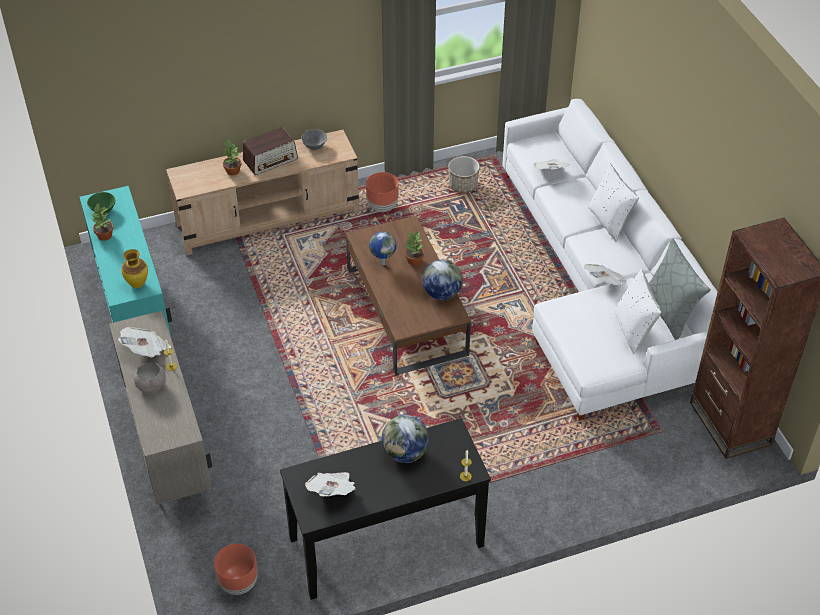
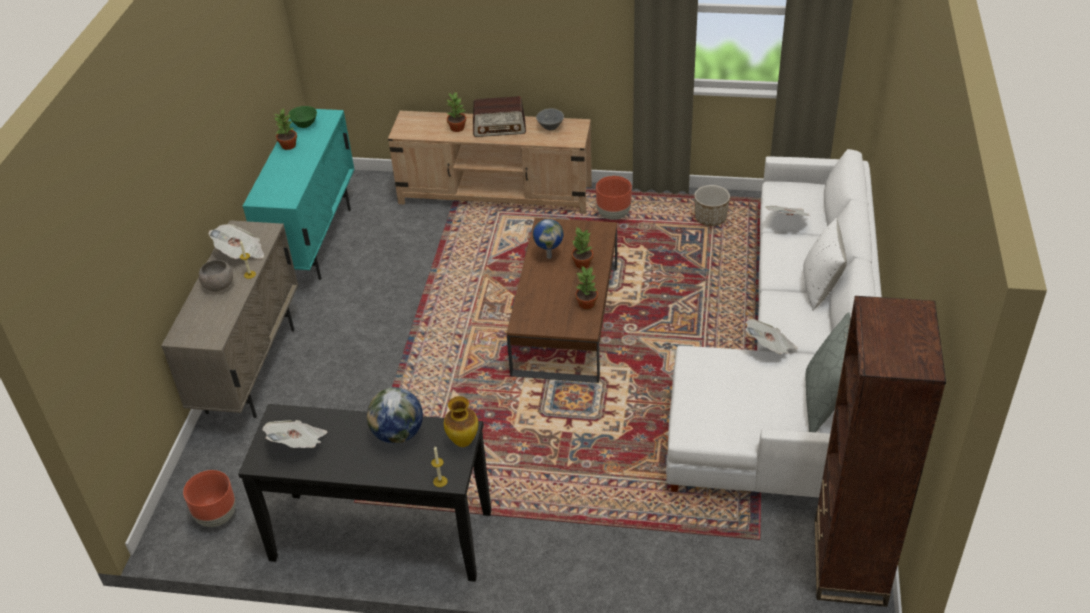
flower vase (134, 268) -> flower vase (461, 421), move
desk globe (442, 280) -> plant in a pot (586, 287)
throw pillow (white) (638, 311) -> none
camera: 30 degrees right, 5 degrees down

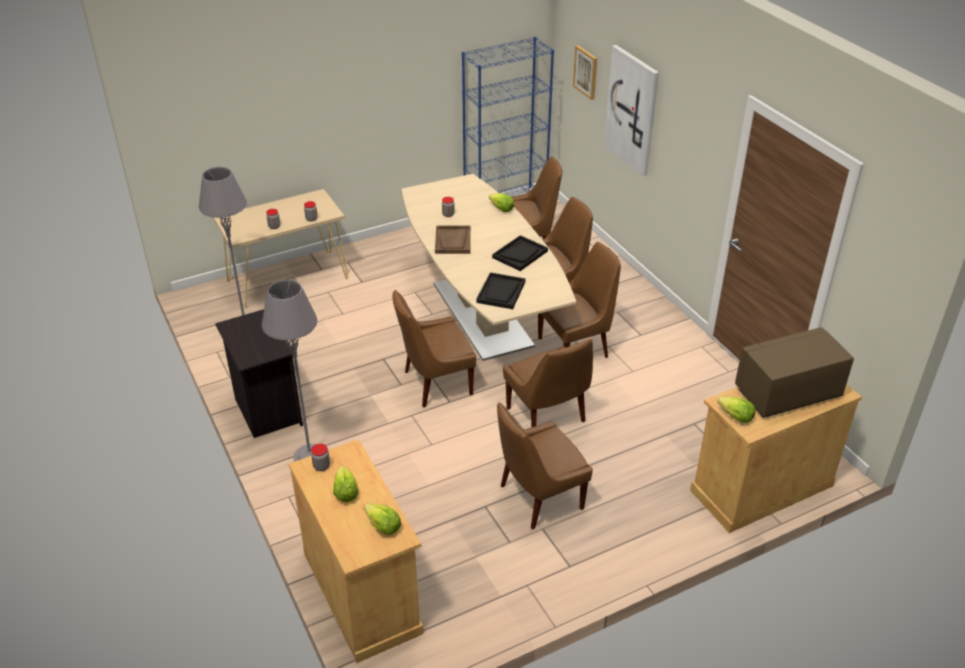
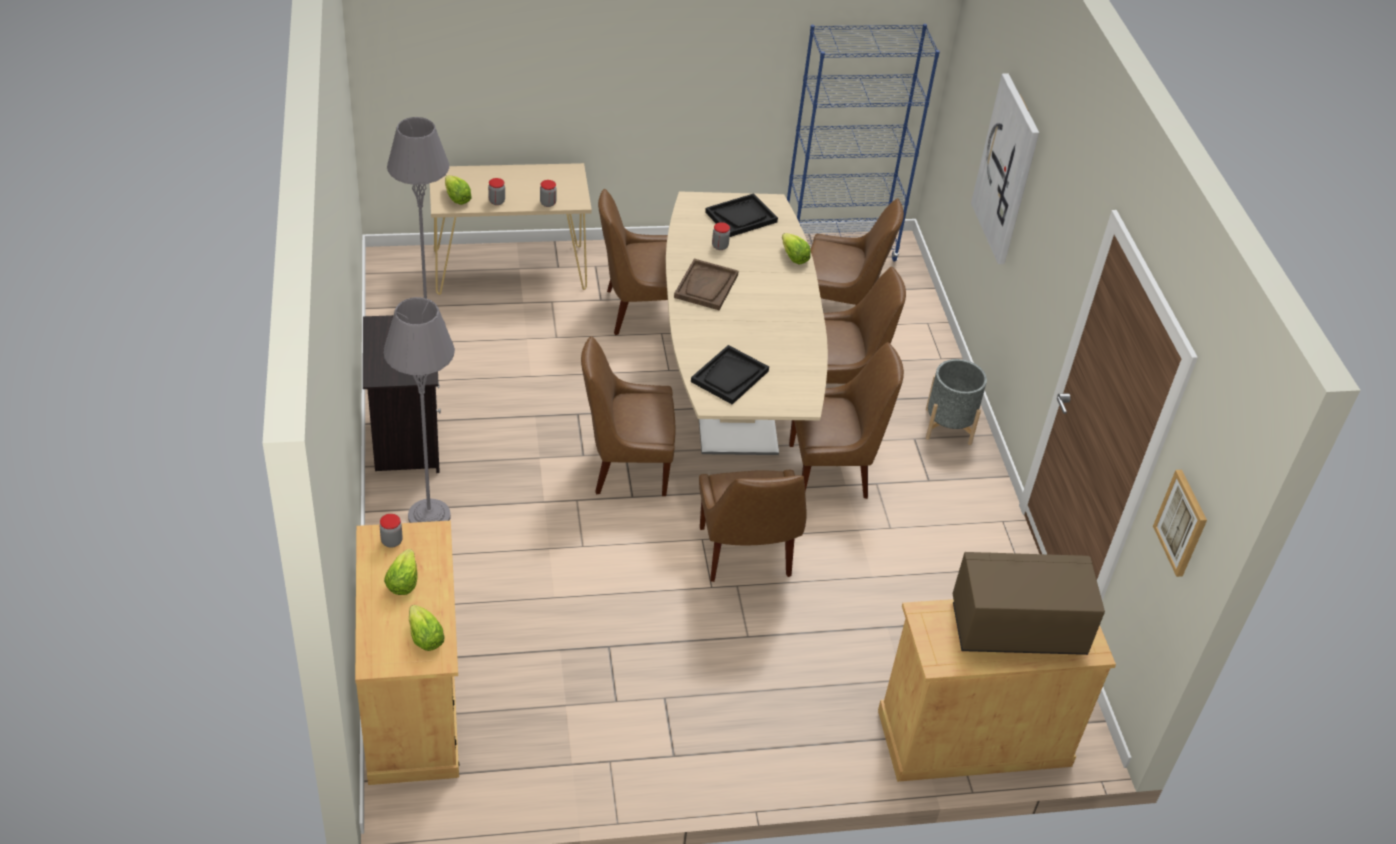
wall art (585, 72) -> wall art (1180, 523), move
serving tray (black) (520, 253) -> serving tray (black) (741, 215), move
head of lettuce (736, 410) -> head of lettuce (458, 190), move
plain chair (brownish) (545, 466) -> plain chair (brownish) (633, 262), move
none -> plant pot (grey) (956, 402)
camera: 15 degrees right, 5 degrees up

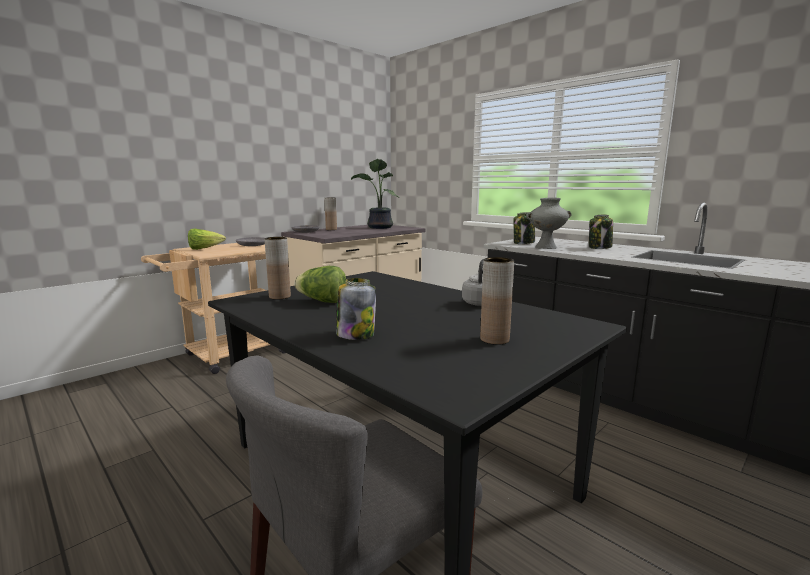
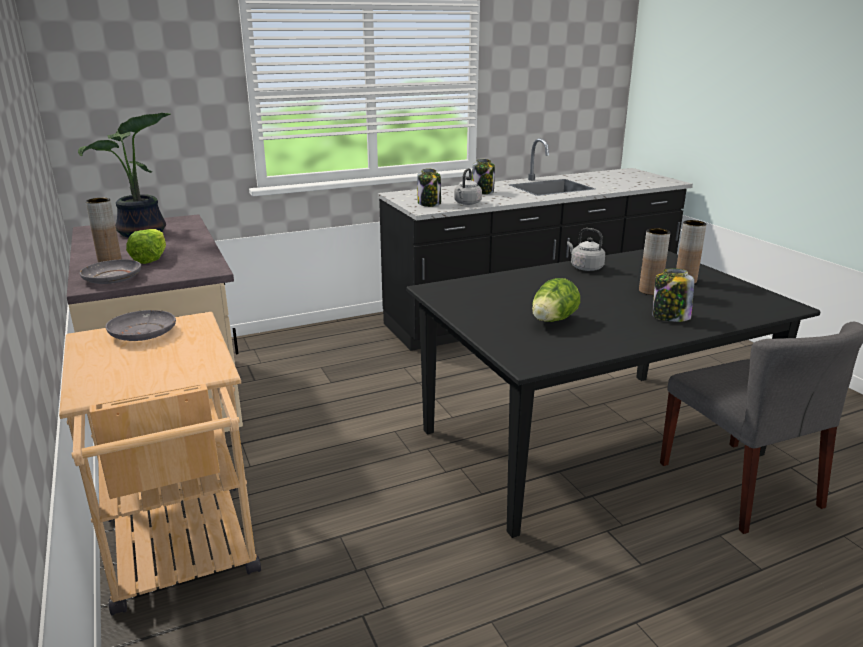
flower vase (grey) (548, 223) -> kettle (grey) (468, 186)
head of lettuce (207, 239) -> head of lettuce (146, 246), move
flower vase (brownish) (278, 268) -> flower vase (brownish) (654, 261), move
camera: 70 degrees left, 10 degrees up

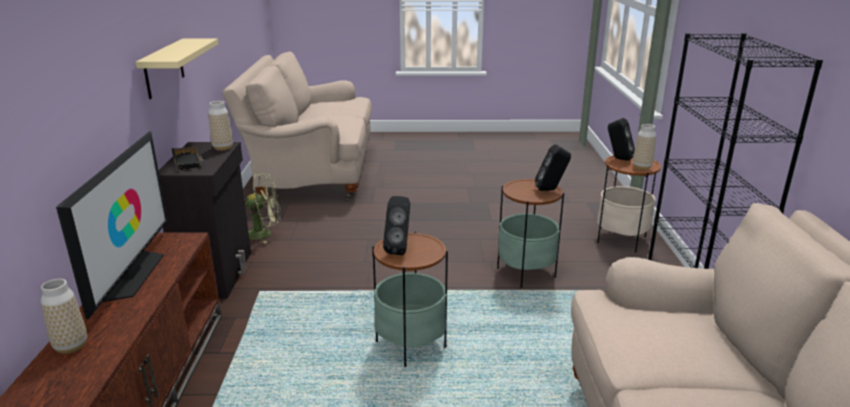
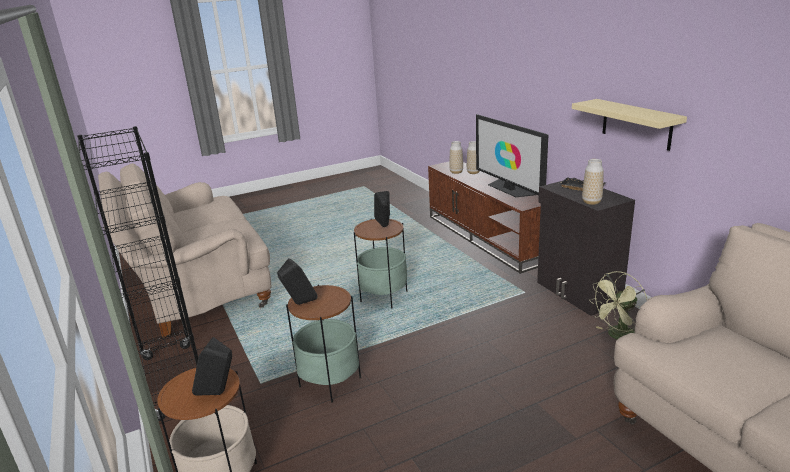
flower vase (644, 147) -> flower vase (456, 157), move
camera: 155 degrees right, 0 degrees up

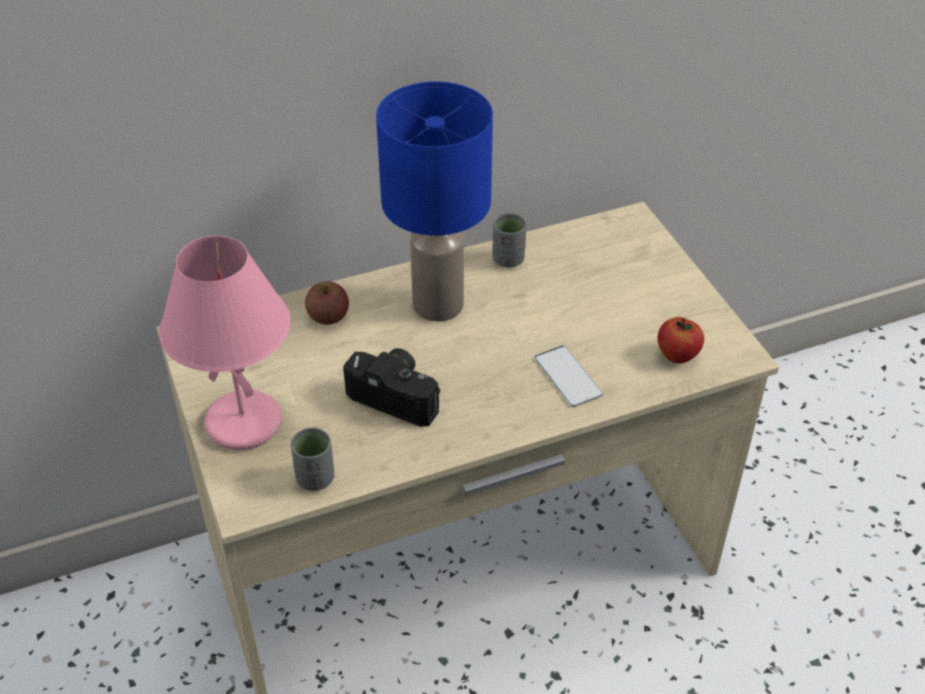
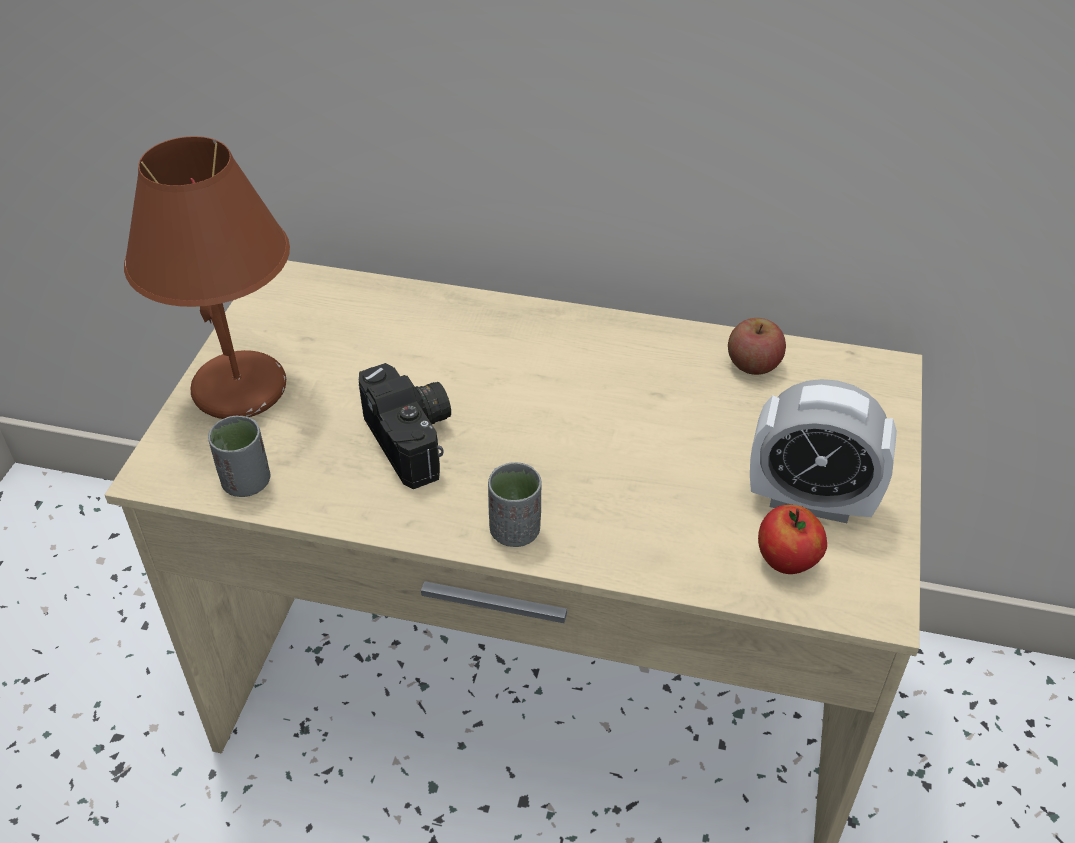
tabletop lamp (blue-coloured) (434, 201) -> none
cup (grey) (509, 240) -> cup (grey) (515, 504), move
tabletop lamp (pink) (224, 343) -> tabletop lamp (brownish) (207, 277)
apple (327, 303) -> apple (757, 346), move
handset (569, 376) -> none
none -> bedside clock (823, 451)
camera: 35 degrees right, 0 degrees up

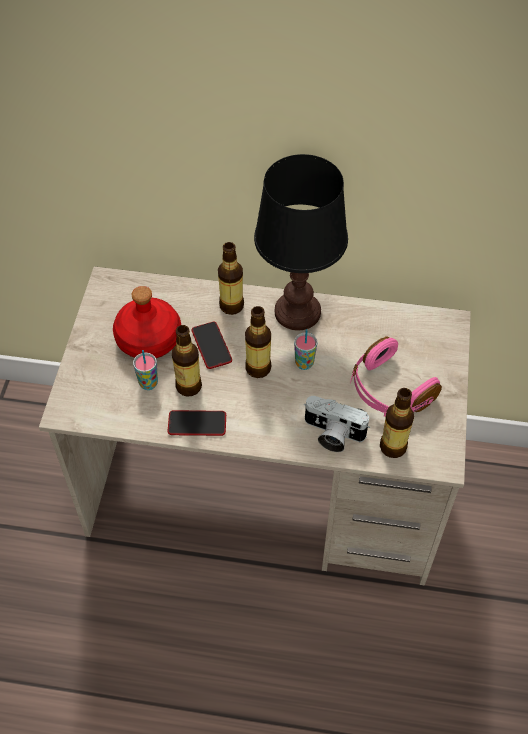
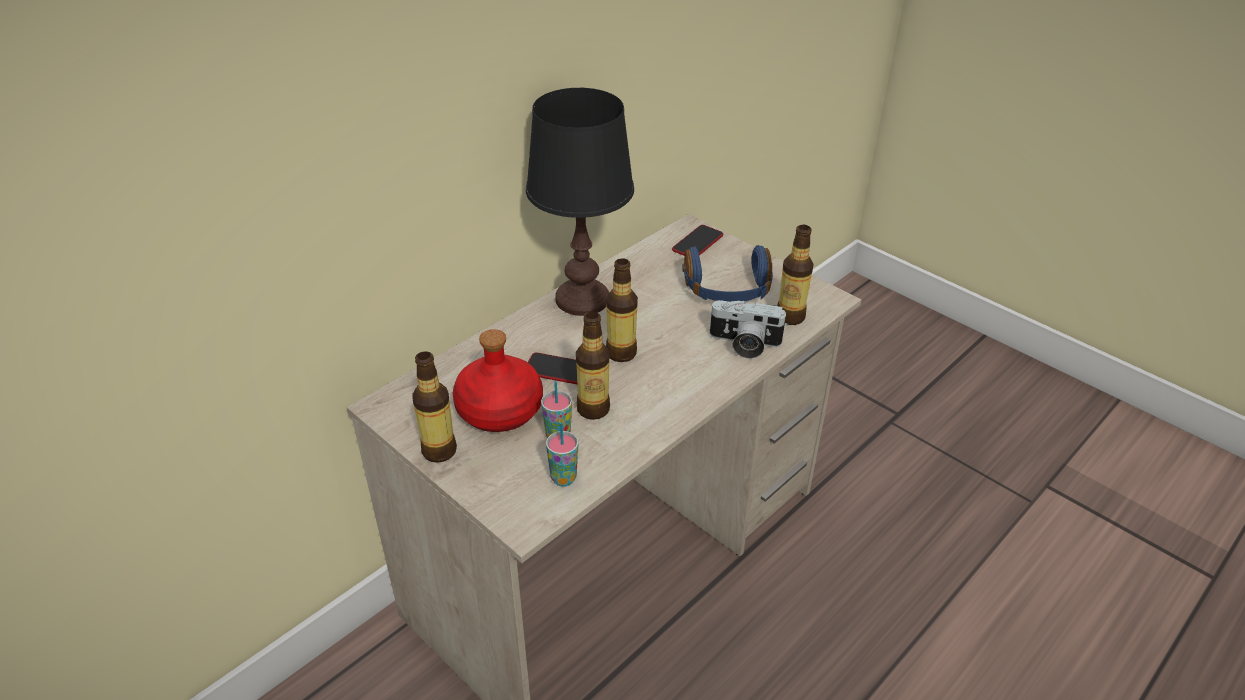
beverage bottle (231, 278) -> beverage bottle (434, 407), move
cup (305, 349) -> cup (562, 454), move
headset (pink) (396, 376) -> headset (blue-coloured) (727, 273)
photo camera (337, 424) -> photo camera (748, 329), 45 degrees clockwise
handset (197, 423) -> handset (697, 240), move
camera: 55 degrees left, 15 degrees down

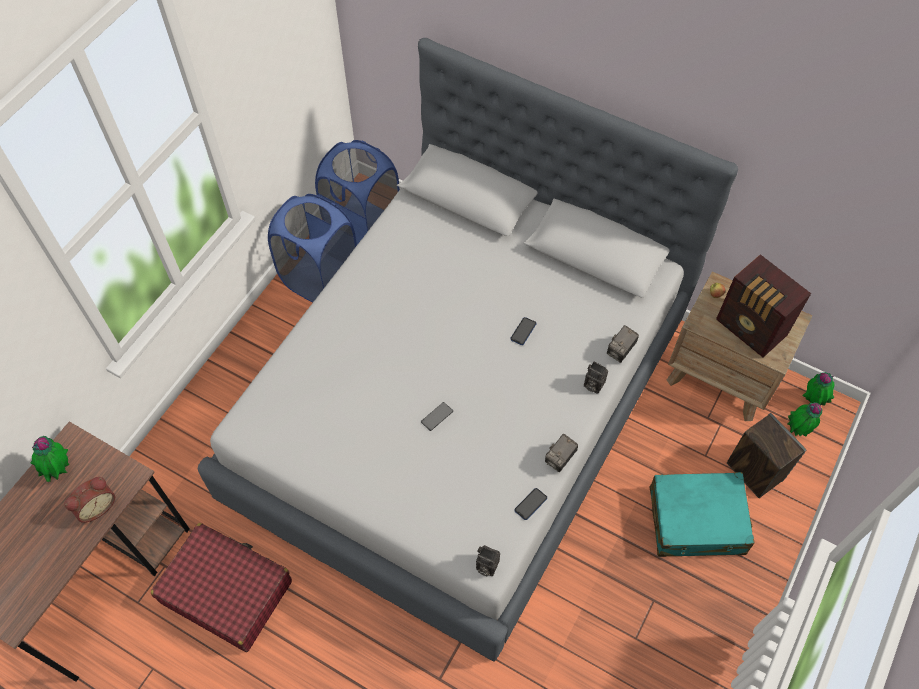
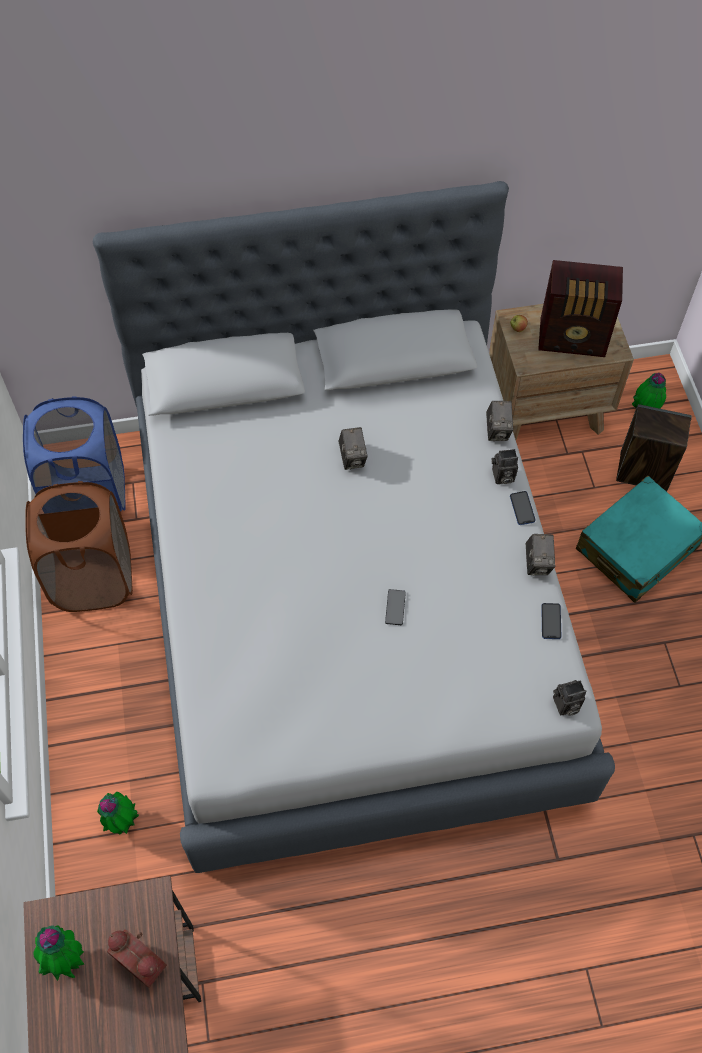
washing basket (blue-coloured) (312, 248) -> washing basket (brownish) (79, 546)
handset (523, 331) -> handset (523, 508), move
plant in a pot (818, 389) -> plant in a pot (118, 813), move
bedside clock (89, 500) -> bedside clock (137, 958), 120 degrees clockwise
suitcase (reddish) (221, 587) -> none
none -> photo camera (353, 448)
camera: 40 degrees left, 0 degrees up

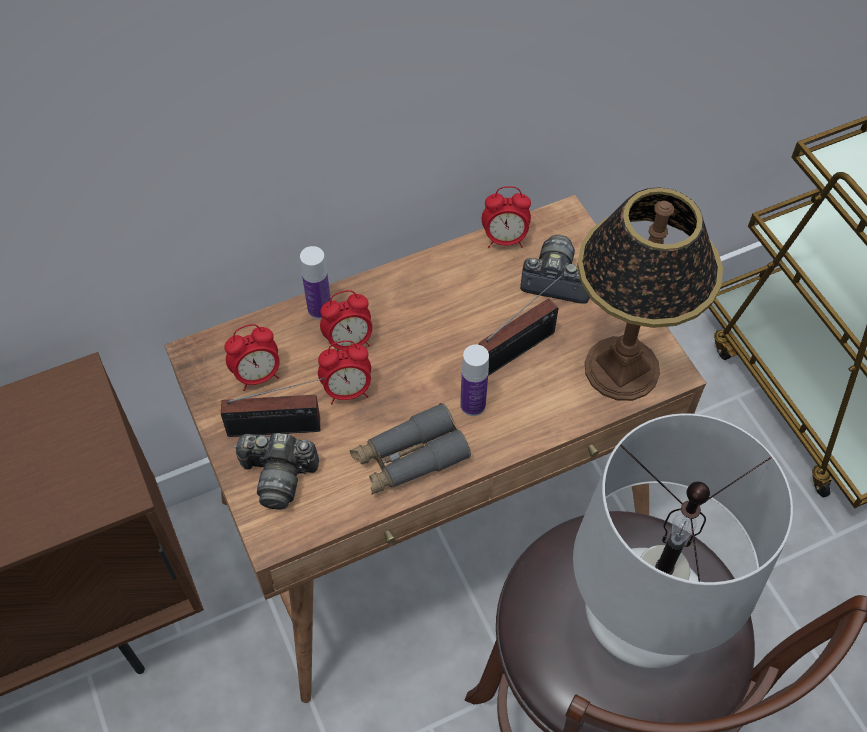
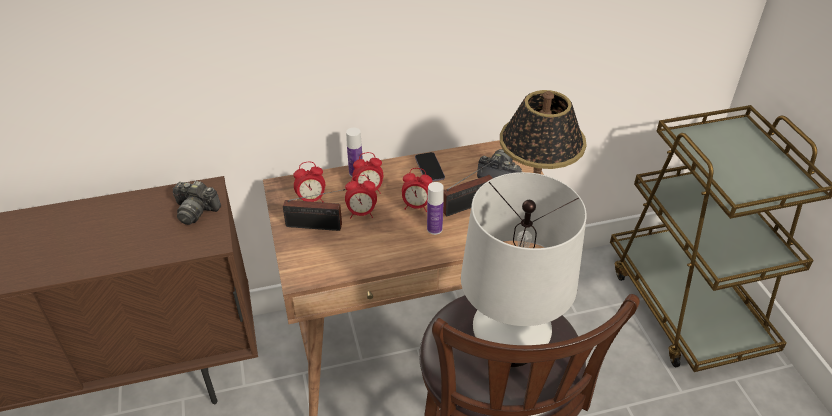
bedside clock (506, 217) -> bedside clock (417, 190), move
pair of binoculars (grey) (410, 448) -> none
photo camera (276, 471) -> photo camera (196, 203), move
none -> handset (430, 167)
camera: 10 degrees right, 15 degrees down

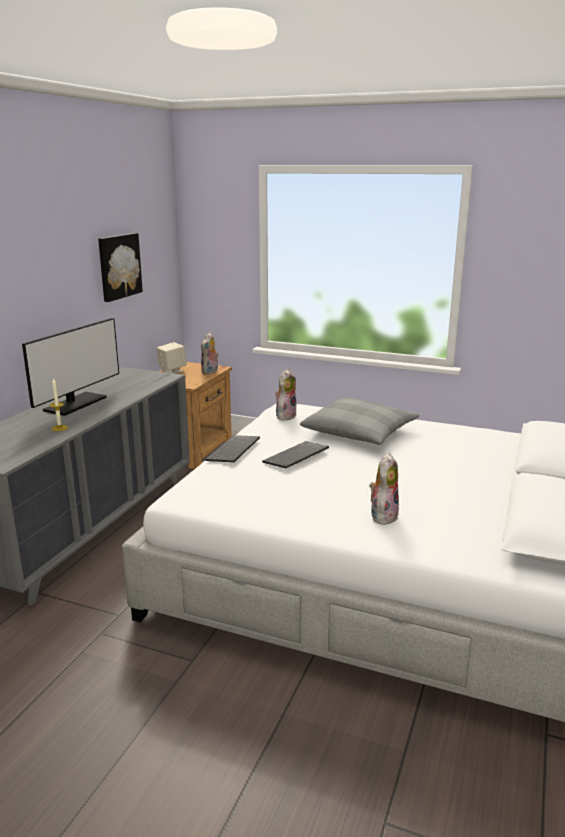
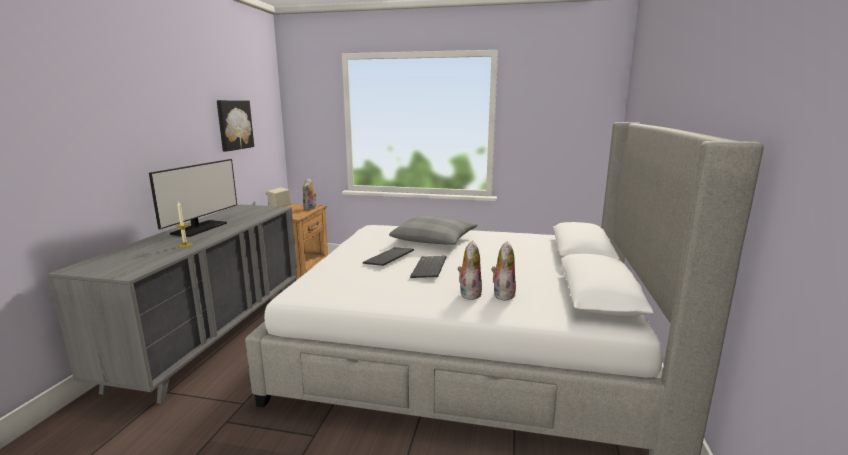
soft toy (285, 395) -> soft toy (503, 271), move
computer keyboard (232, 449) -> computer keyboard (428, 267), move
camera: 10 degrees left, 5 degrees down

